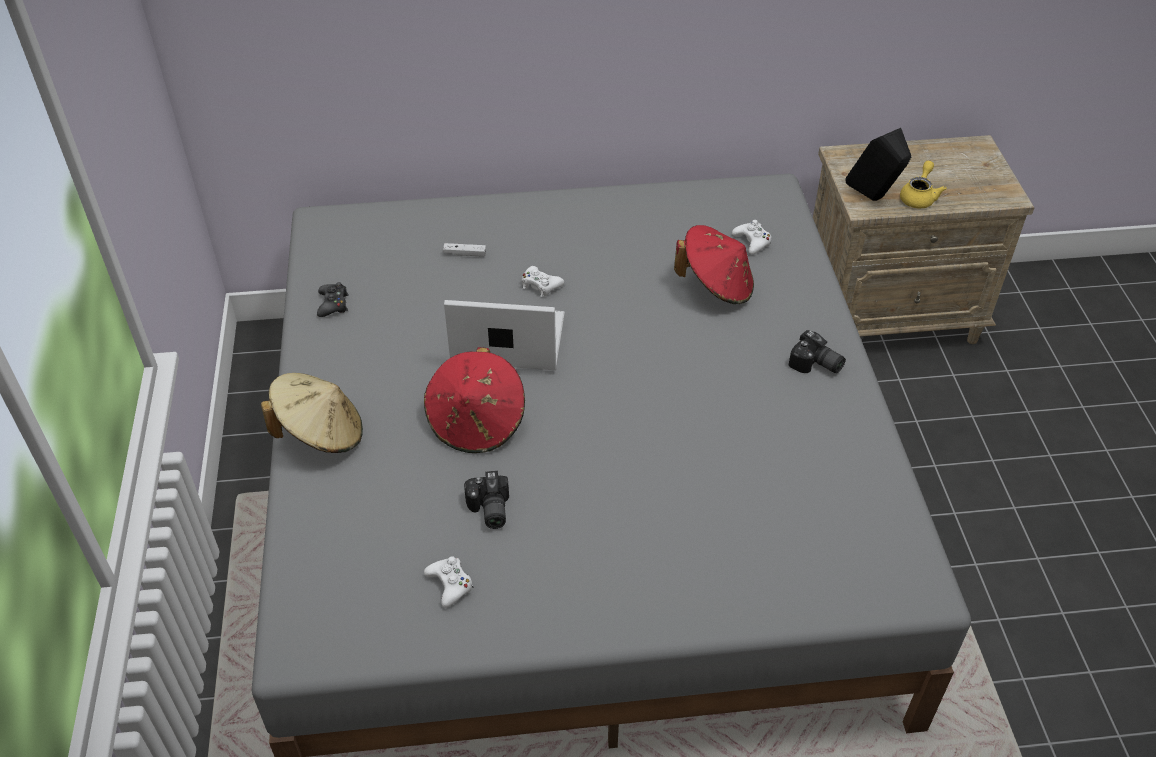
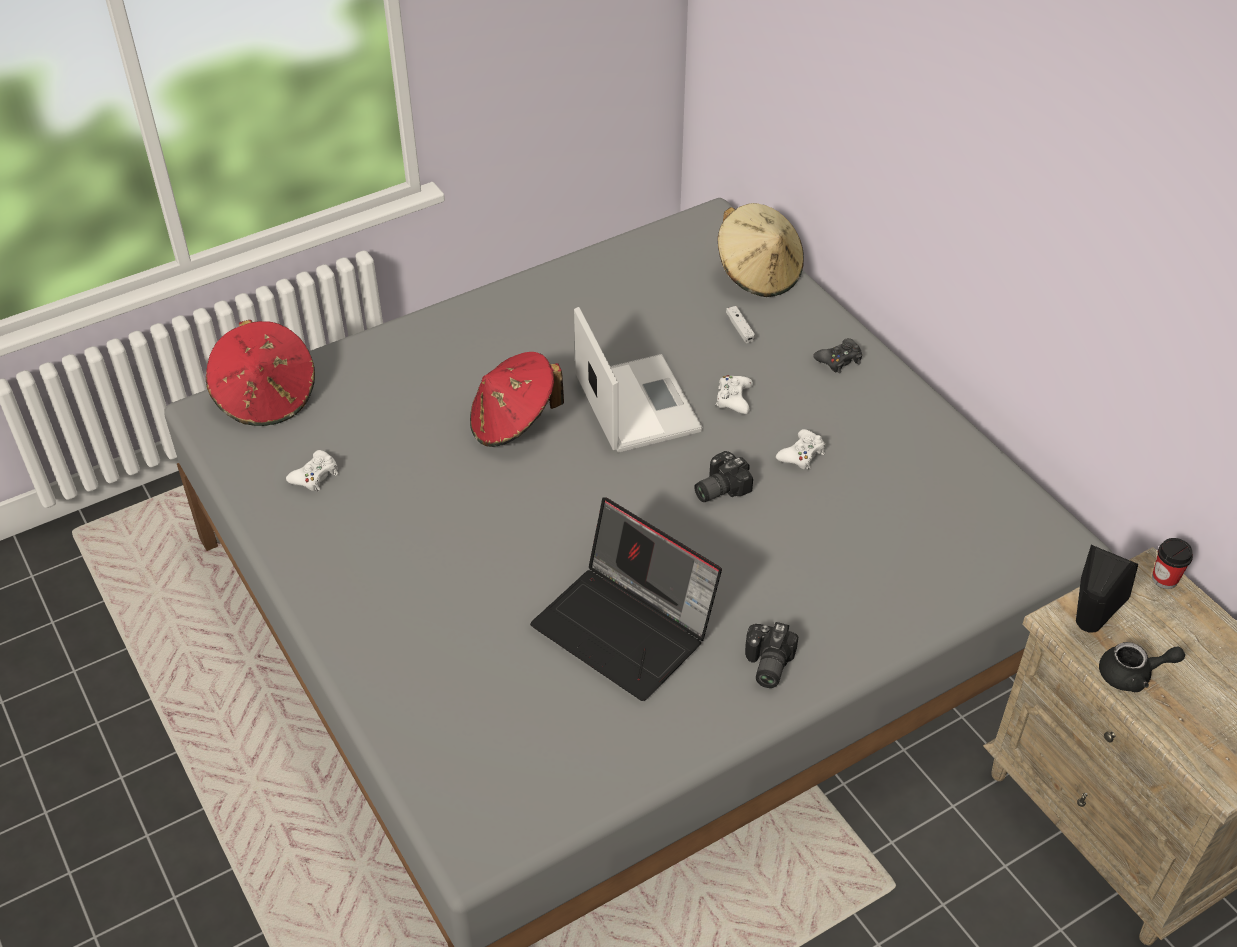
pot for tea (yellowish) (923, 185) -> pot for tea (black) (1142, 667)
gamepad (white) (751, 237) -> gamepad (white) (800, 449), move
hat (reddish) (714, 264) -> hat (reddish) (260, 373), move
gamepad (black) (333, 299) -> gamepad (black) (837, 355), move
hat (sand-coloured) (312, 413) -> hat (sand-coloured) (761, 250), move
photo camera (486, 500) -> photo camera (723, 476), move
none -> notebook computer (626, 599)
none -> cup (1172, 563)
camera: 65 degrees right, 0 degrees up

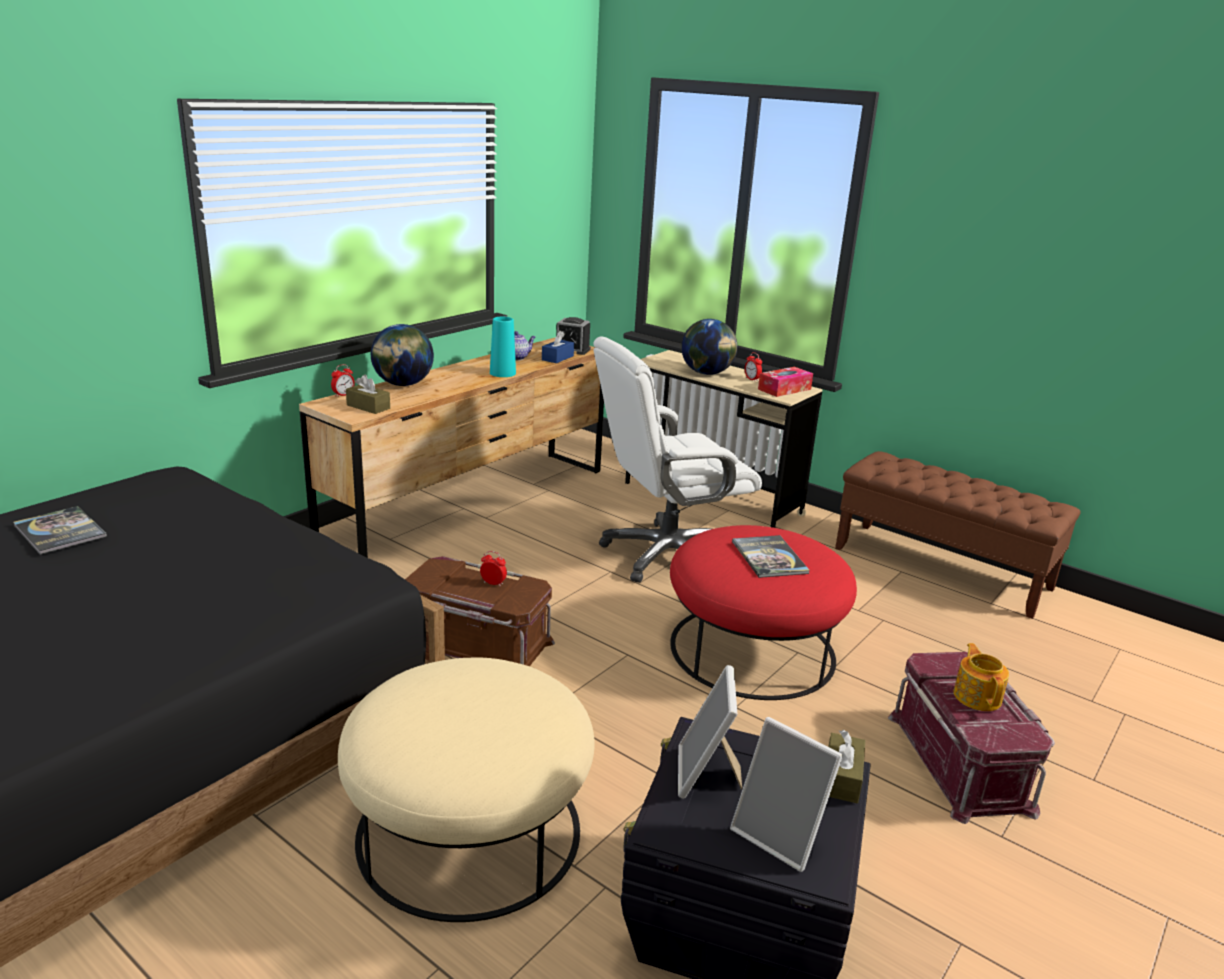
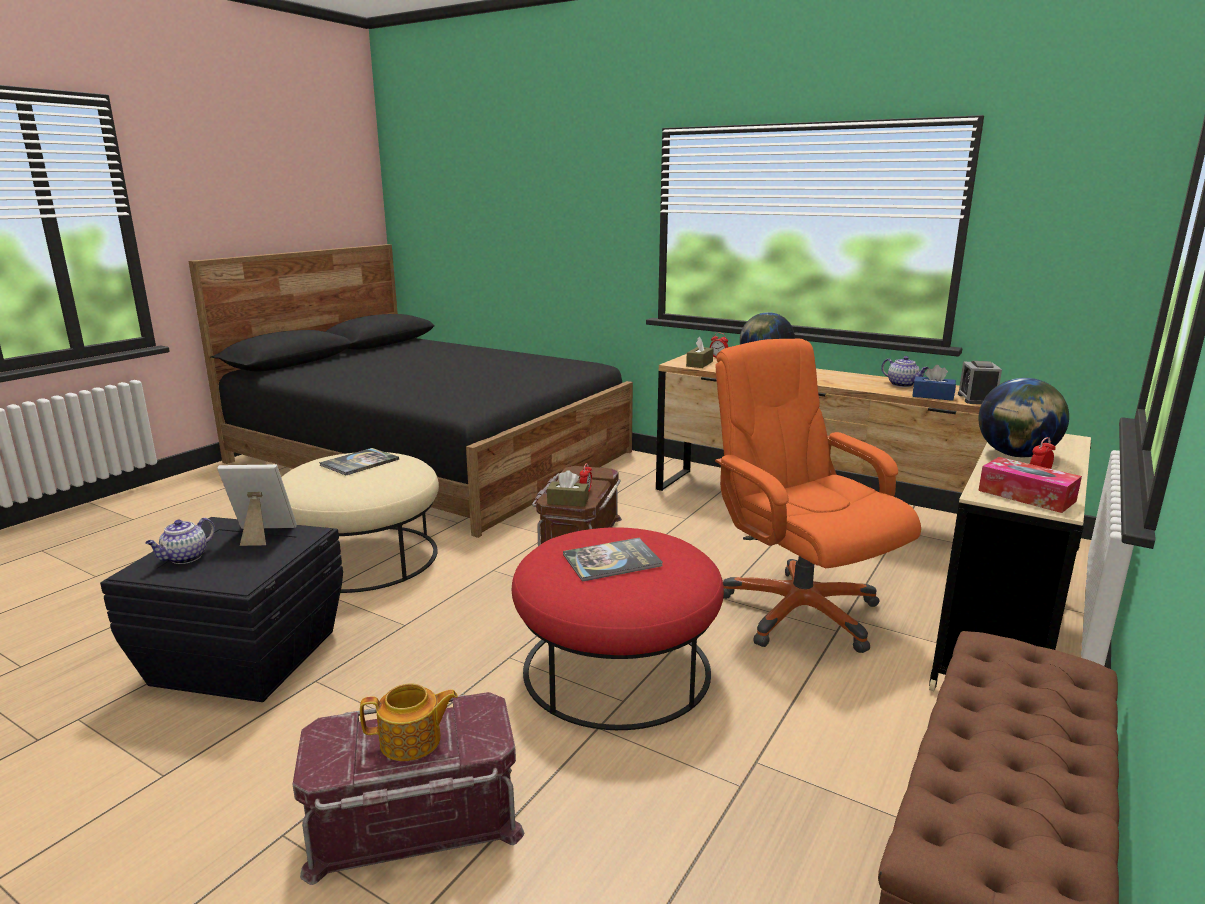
flower vase (turquoise-coloured) (503, 347) -> none
desk chair (white) (677, 459) -> desk chair (orange) (818, 496)
bound book (60, 530) -> bound book (359, 461), move
picture frame (786, 794) -> pot for tea (180, 541)
tissue box (brownish) (846, 766) -> tissue box (brownish) (568, 488), move
camera: 85 degrees right, 5 degrees down

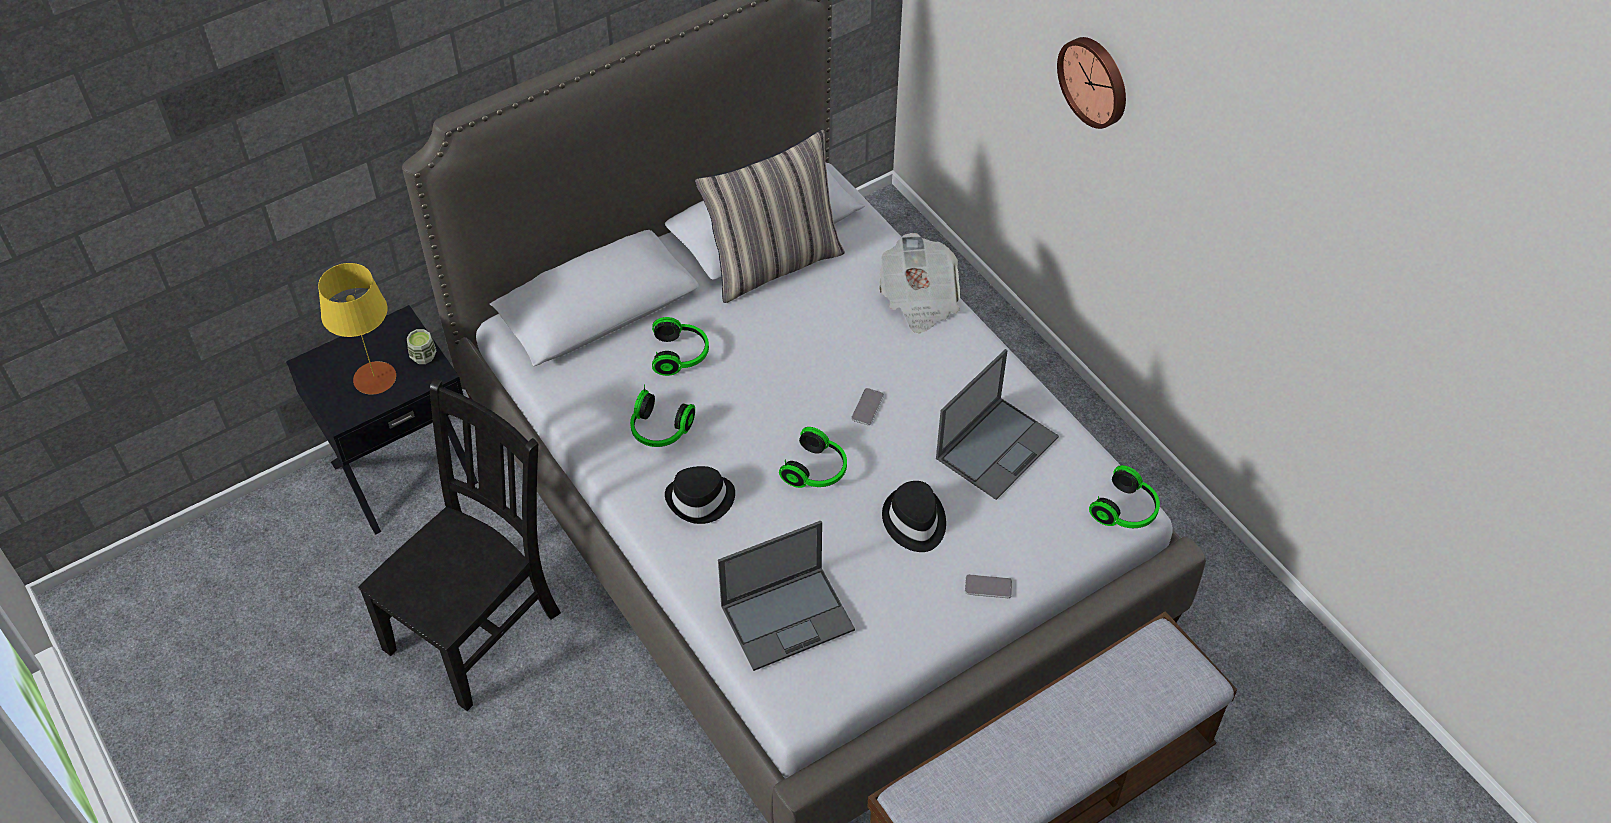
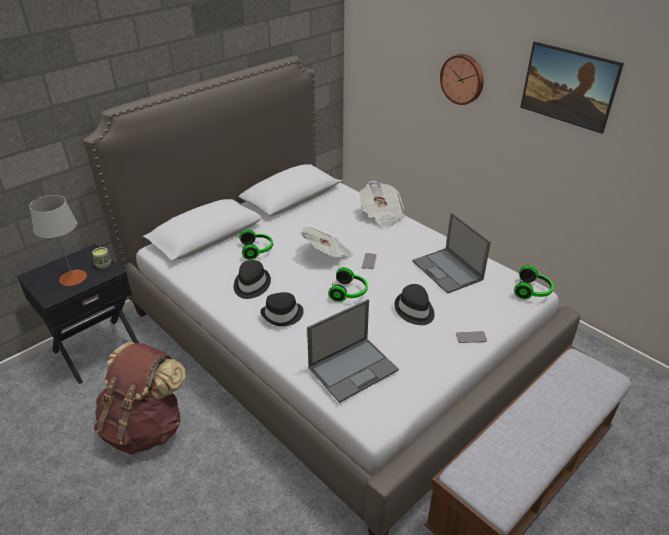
throw pillow (770, 216) -> none
tabletop lamp (yellowish) (357, 329) -> tabletop lamp (grey) (58, 240)
notebook computer (997, 424) -> notebook computer (451, 253), 120 degrees clockwise
plain chair (black) (459, 544) -> backpack (brownish) (139, 398)
headset (662, 416) -> hat (black) (252, 279)
none -> wall art (572, 87)
none -> printed paper (326, 242)
camera: 10 degrees left, 15 degrees down

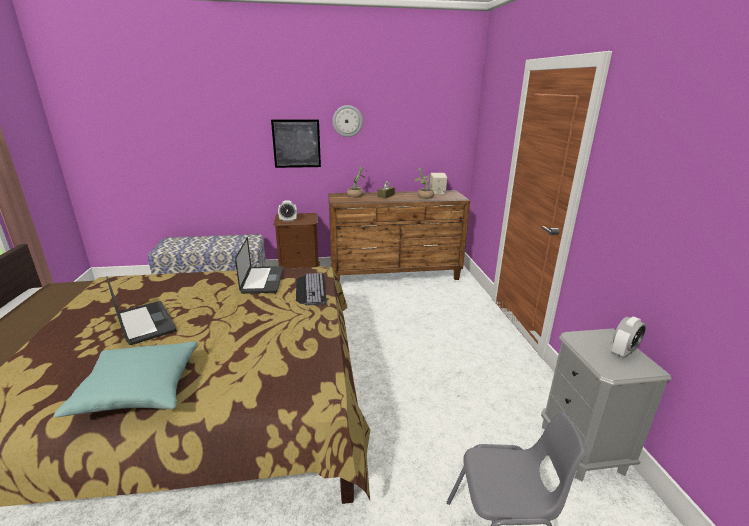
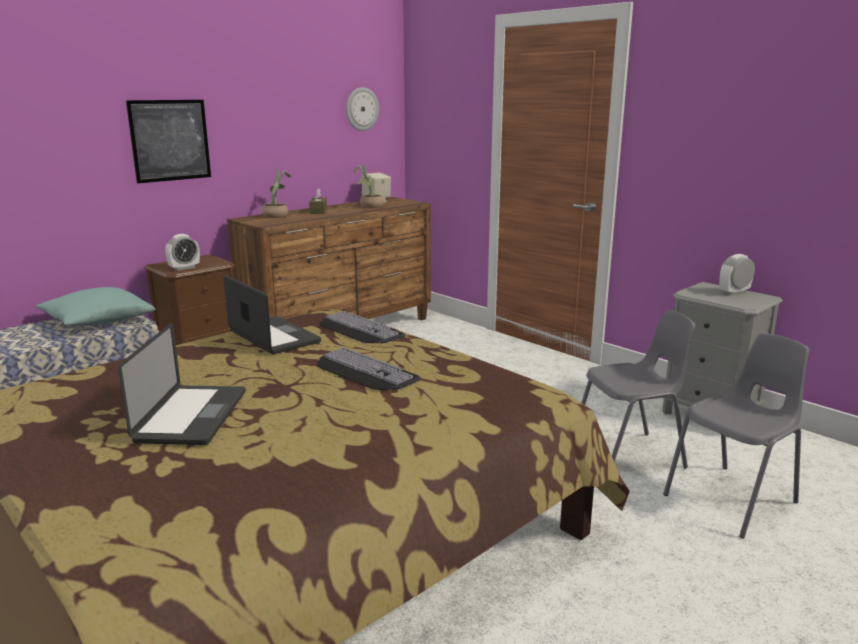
clock on the wall (348, 121) -> clock on the wall (362, 109), move
notebook computer (141, 311) -> notebook computer (182, 384), 75 degrees clockwise
bedside clock (629, 337) -> bedside clock (737, 275), 135 degrees counterclockwise
throw pillow (turquoise-coloured) (125, 379) -> throw pillow (turquoise-coloured) (95, 306), move
none -> plain chair (grey) (638, 389)
none -> computer keyboard (369, 368)
camera: 35 degrees left, 5 degrees down

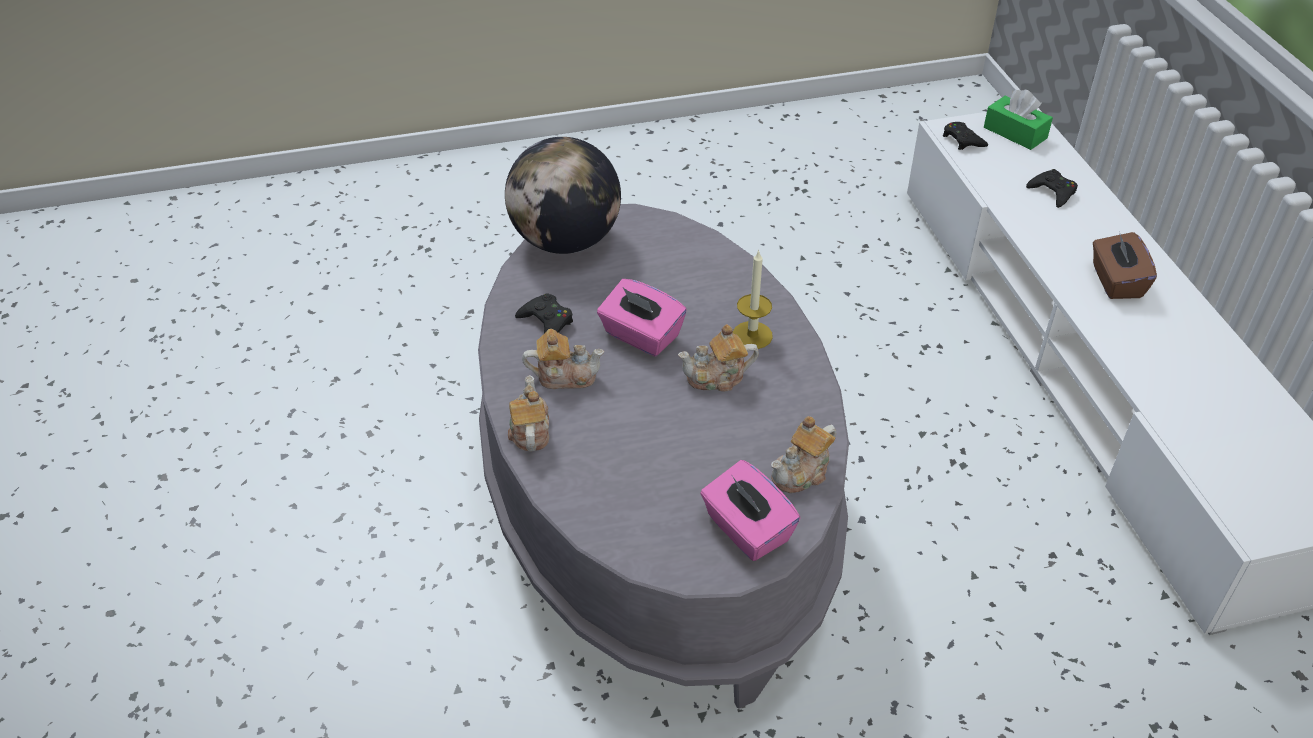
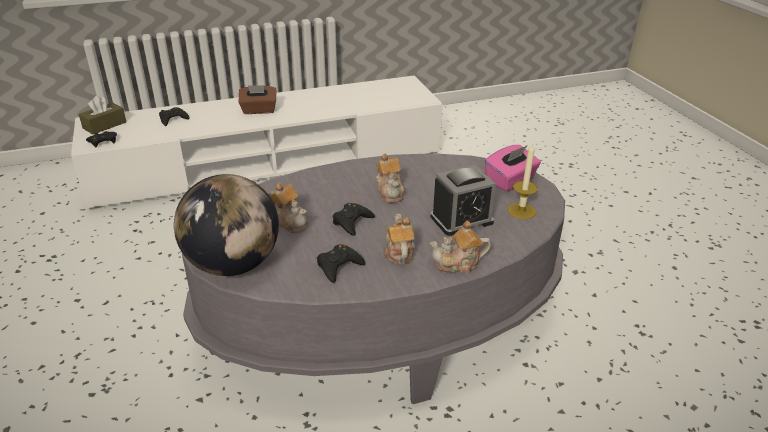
tissue box (green-coloured) (1018, 120) -> tissue box (brownish) (102, 114)
candle (753, 299) -> candle (522, 180), move
tissue box (pink) (642, 317) -> gamepad (black) (354, 219)
pot for tea (803, 454) -> pot for tea (289, 208), move
none -> bedside clock (463, 200)
camera: 95 degrees left, 10 degrees down

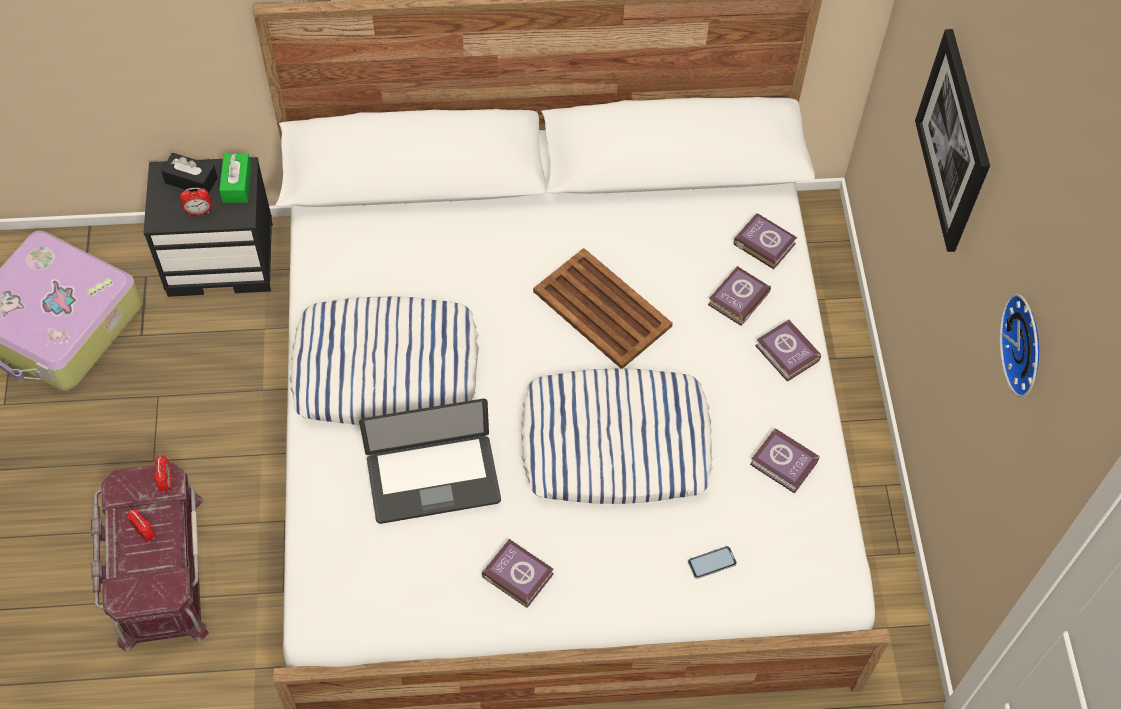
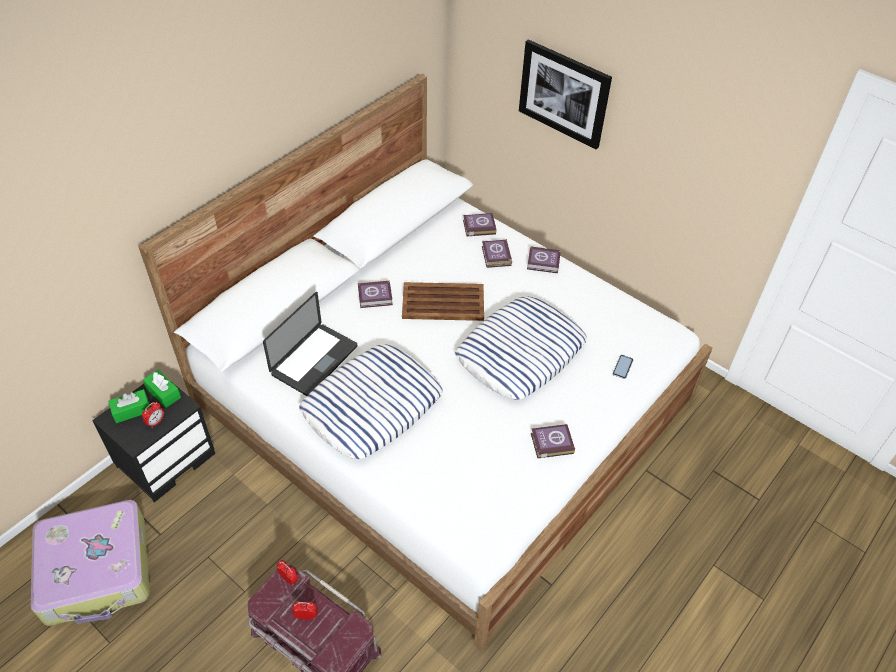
tissue box (black) (189, 173) -> tissue box (green-coloured) (129, 406)
clock on the wall (1019, 345) -> none
notebook computer (430, 461) -> notebook computer (310, 344), move
bound book (785, 461) -> bound book (375, 294), move
camera: 45 degrees left, 10 degrees down

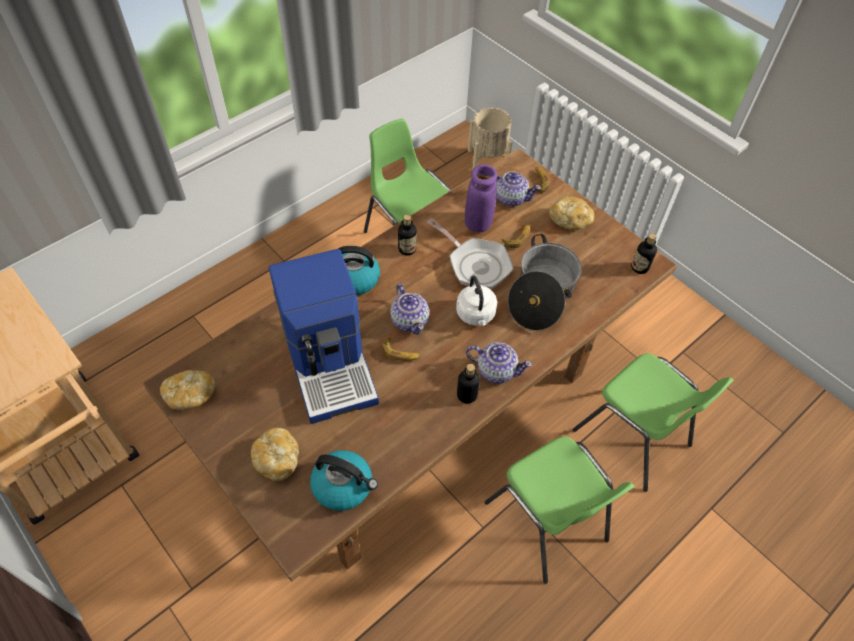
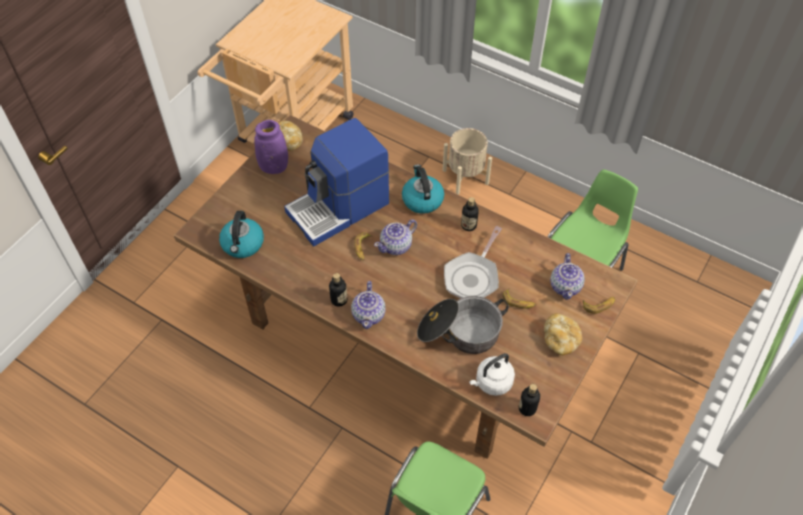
plant pot (sand-coloured) (490, 138) -> plant pot (sand-coloured) (467, 161), move
flower vase (purplish) (481, 198) -> flower vase (purplish) (271, 147), move
kettle (white) (476, 300) -> kettle (white) (492, 374), move
bread (275, 454) -> none
plain chair (green-coloured) (559, 510) -> none
camera: 75 degrees right, 0 degrees up

